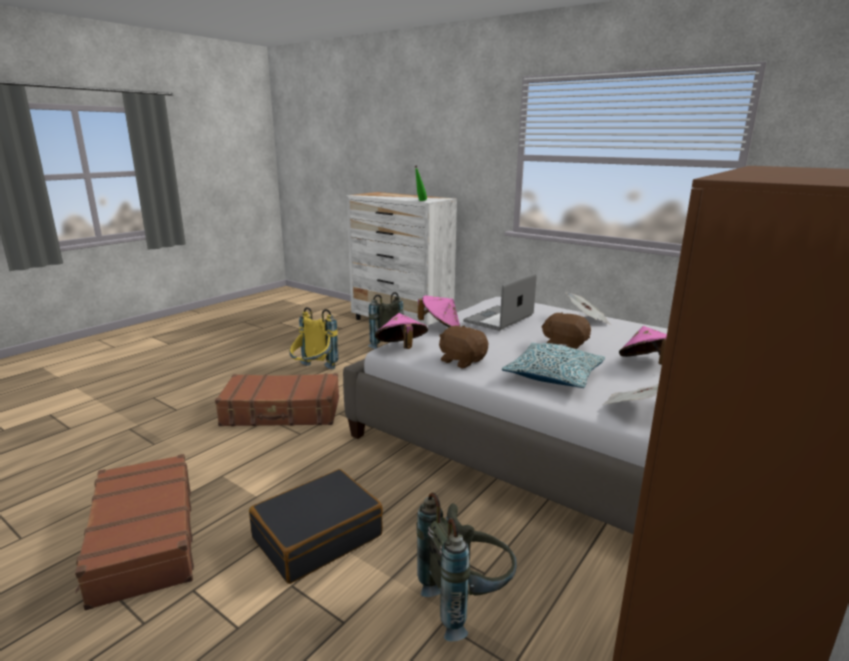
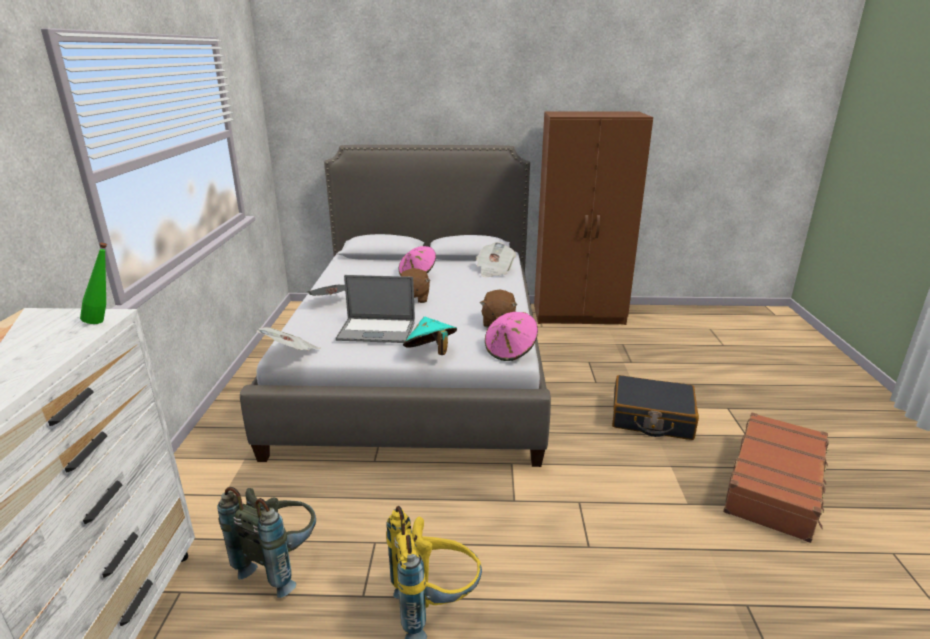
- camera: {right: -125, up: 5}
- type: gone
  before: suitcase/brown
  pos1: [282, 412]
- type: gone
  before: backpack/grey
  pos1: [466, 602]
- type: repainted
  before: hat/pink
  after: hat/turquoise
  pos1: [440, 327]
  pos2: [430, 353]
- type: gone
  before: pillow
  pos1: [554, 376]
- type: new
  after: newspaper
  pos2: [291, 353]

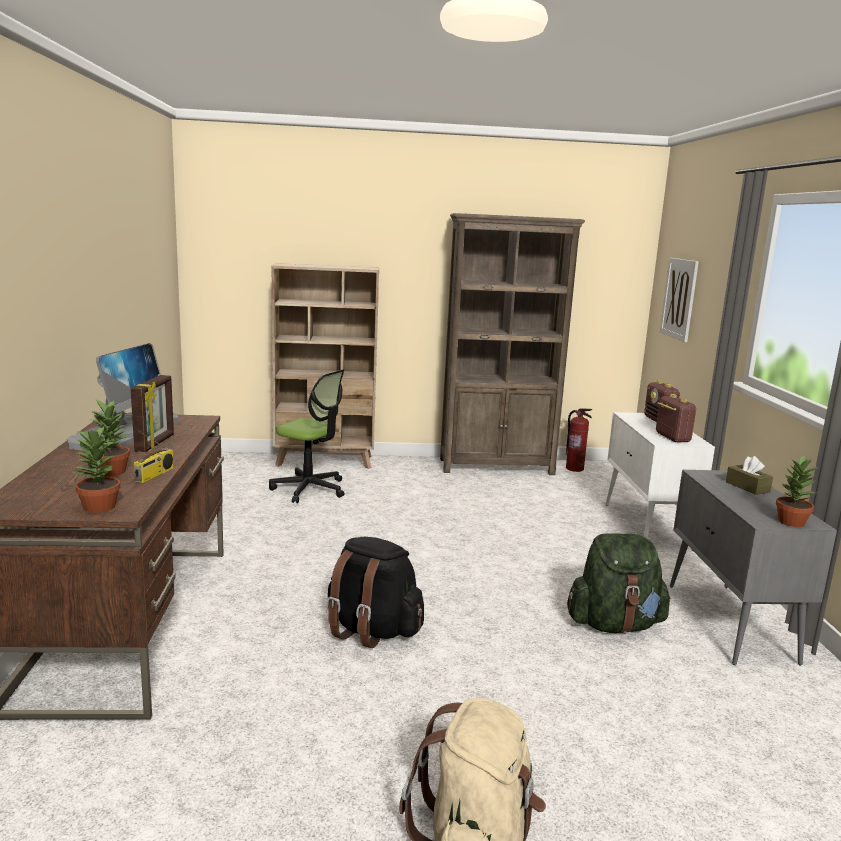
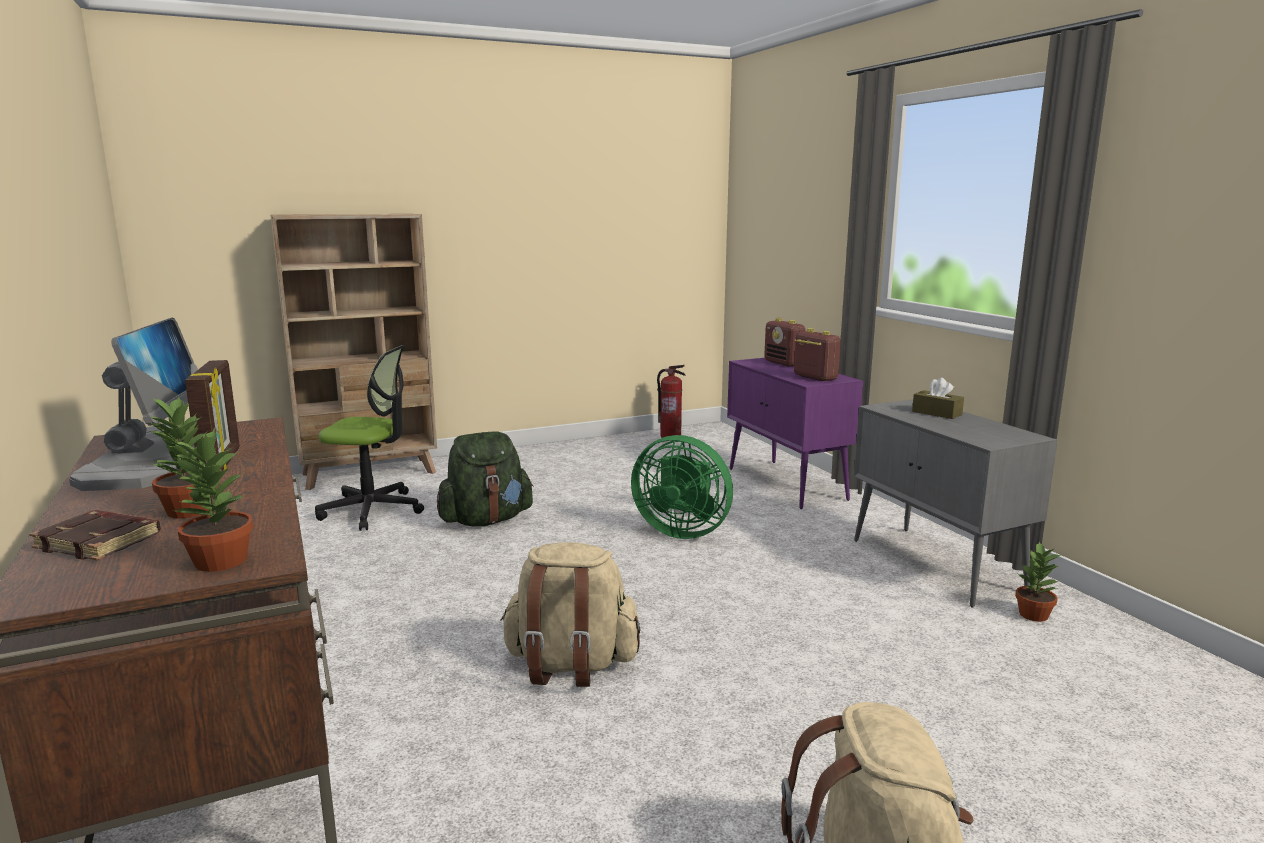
- camera: {right: -20, up: 0}
- type: gone
  before: radio
  pos1: [154, 475]
- type: repainted
  before: backpack/black
  after: backpack/beige
  pos1: [372, 630]
  pos2: [570, 665]
- type: gone
  before: bookcase/brown
  pos1: [497, 467]
- type: shifted
  before: backpack/green
  pos1: [614, 624]
  pos2: [486, 520]
- type: repainted
  before: cabinet/white
  after: cabinet/purple
  pos1: [647, 526]
  pos2: [787, 484]
- type: gone
  before: picture
  pos1: [679, 298]
- type: shifted
  before: potted plant
  pos1: [791, 522]
  pos2: [1033, 615]
- type: new
  after: book/brown
  pos2: [100, 541]
- type: new
  after: fan/green
  pos2: [682, 531]

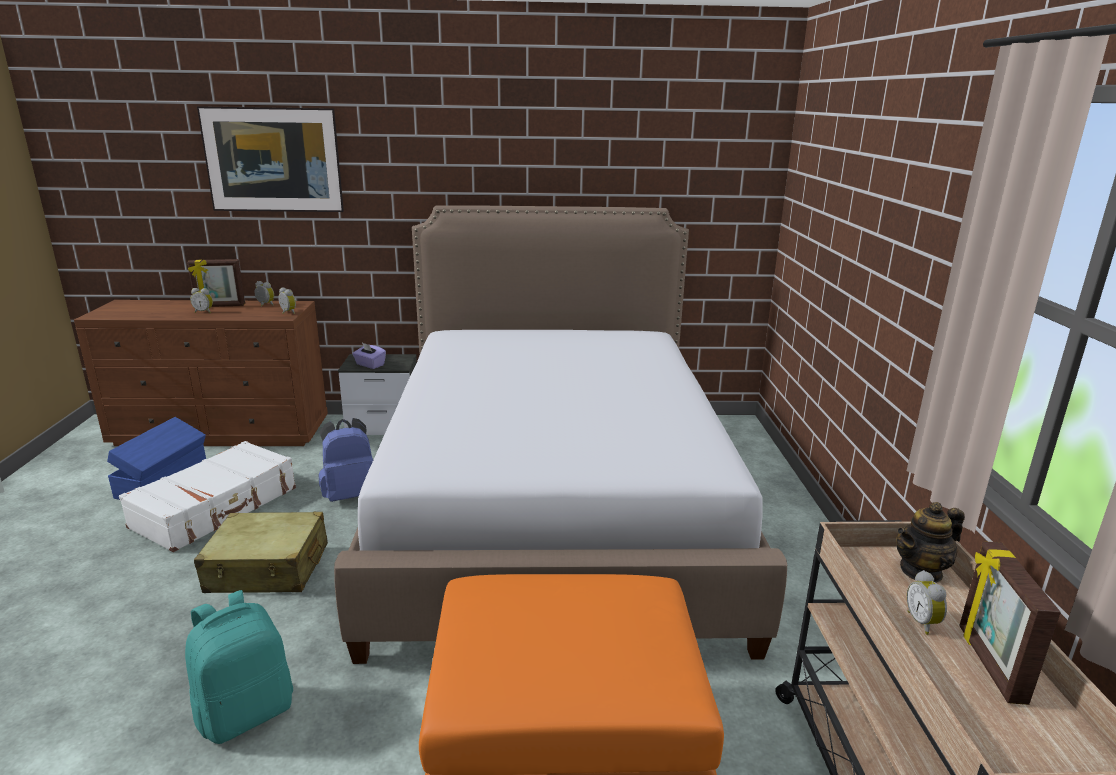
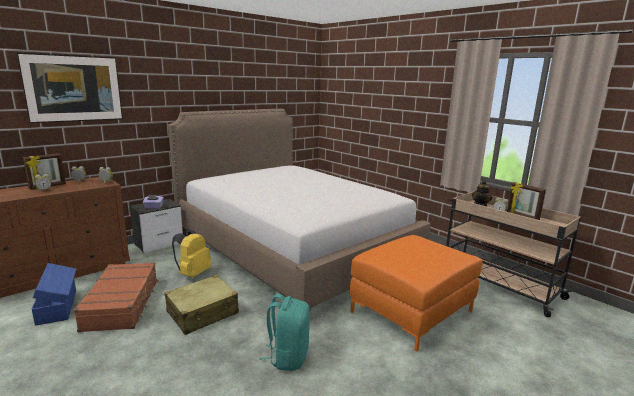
- camera: {right: -40, up: -5}
- type: repainted
  before: suitcase/white
  after: suitcase/brown
  pos1: [217, 508]
  pos2: [122, 304]
- type: repainted
  before: backpack/blue
  after: backpack/yellow
  pos1: [351, 494]
  pos2: [193, 273]

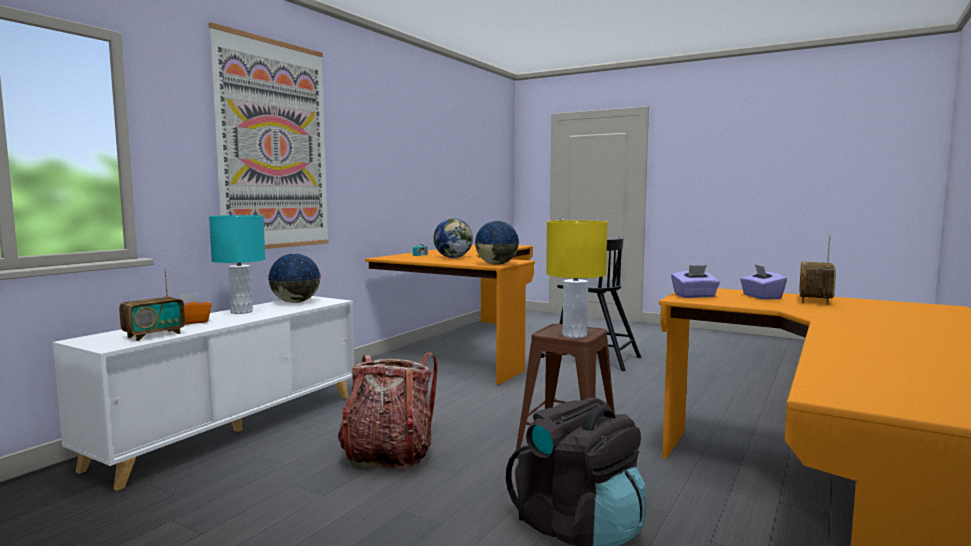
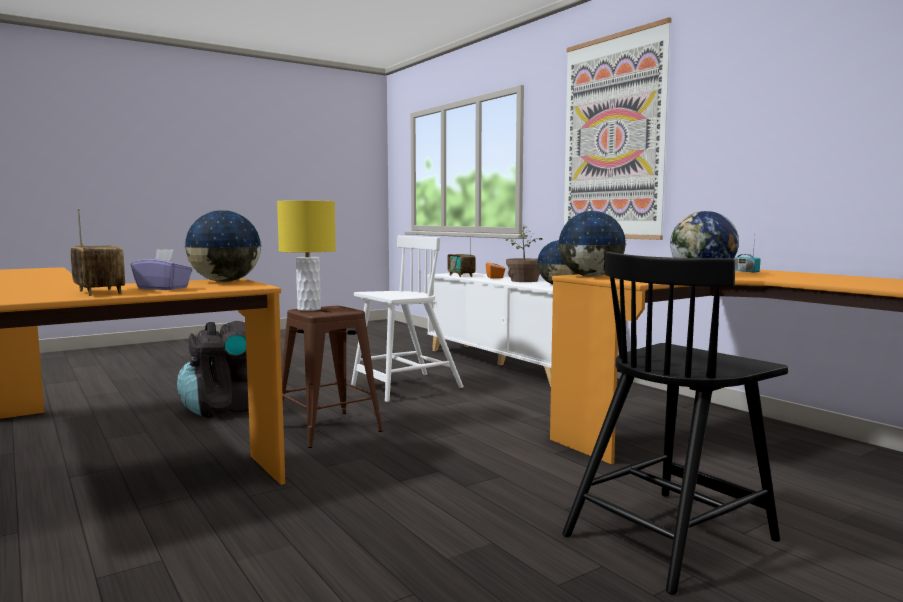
- camera: {right: 115, up: 0}
- type: swapped
  before: table lamp/turquoise
  after: potted plant
  pos1: [242, 312]
  pos2: [524, 281]
- type: swapped
  before: backpack
  after: chair/white
  pos1: [388, 454]
  pos2: [405, 387]
- type: swapped
  before: tissue box/purple
  after: globe
  pos1: [694, 296]
  pos2: [225, 281]

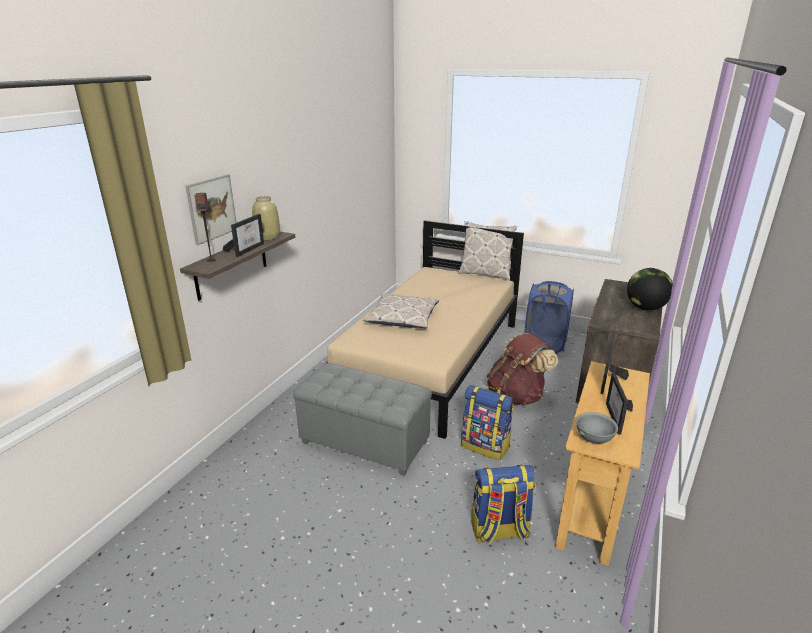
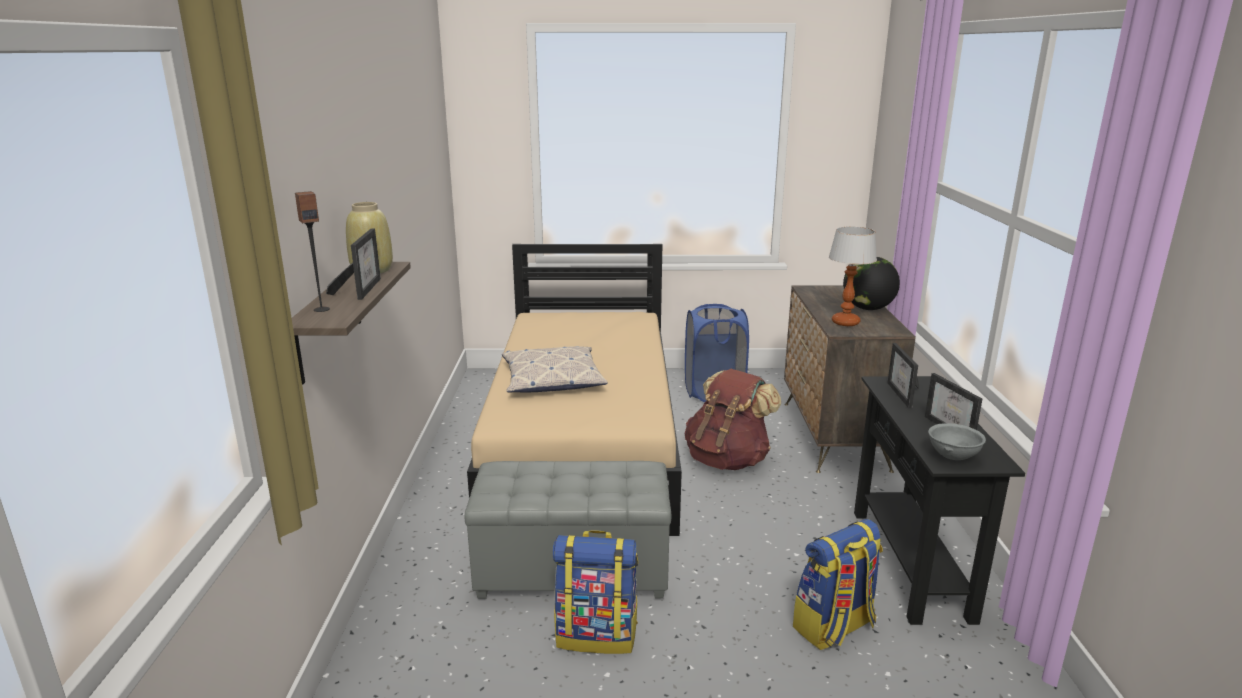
- camera: {right: -25, up: -5}
- type: gone
  before: picture
  pos1: [212, 208]
- type: gone
  before: pillow
  pos1: [485, 274]
- type: shifted
  before: backpack
  pos1: [486, 446]
  pos2: [597, 635]
- type: repainted
  before: console table/beige
  after: console table/black
  pos1: [591, 505]
  pos2: [910, 563]
- type: new
  after: table lamp
  pos2: [846, 322]

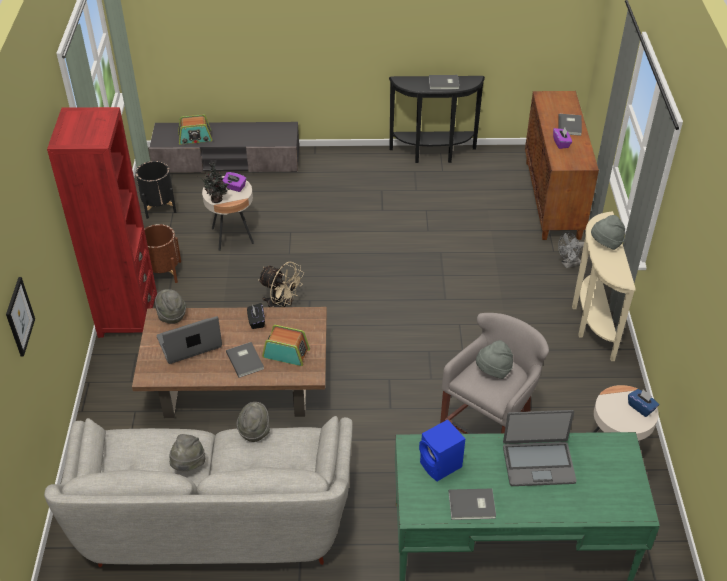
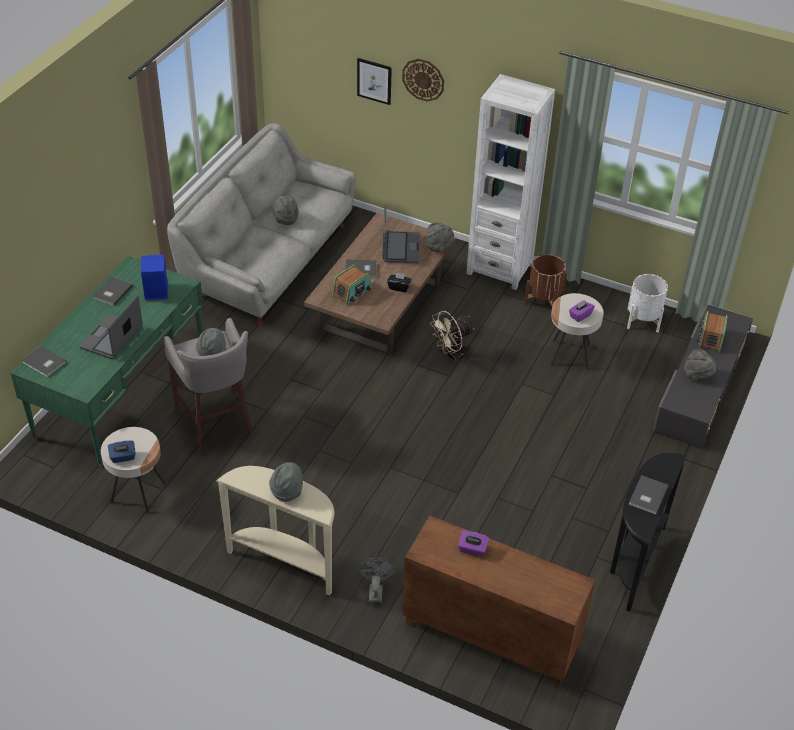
- camera: {right: 115, up: 0}
- type: repainted
  before: bookcase/red
  after: bookcase/white
  pos1: [128, 315]
  pos2: [499, 268]
- type: repainted
  before: planter/black
  after: planter/white
  pos1: [158, 206]
  pos2: [642, 320]
- type: gone
  before: potted plant
  pos1: [218, 199]
- type: shifted
  before: hat/grey
  pos1: [254, 430]
  pos2: [697, 375]
- type: shifted
  before: book/grey
  pos1: [570, 125]
  pos2: [44, 363]
- type: new
  after: wall clock
  pos2: [423, 79]

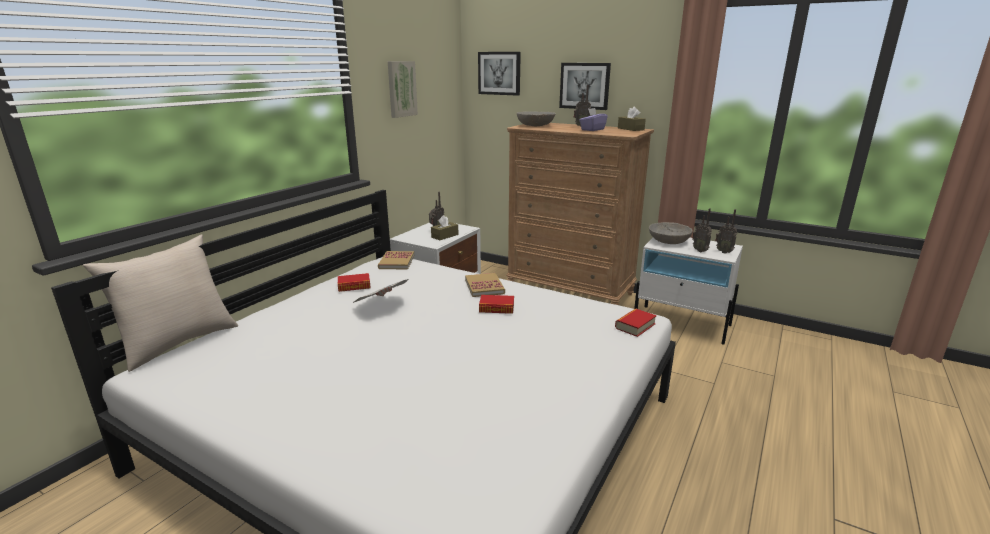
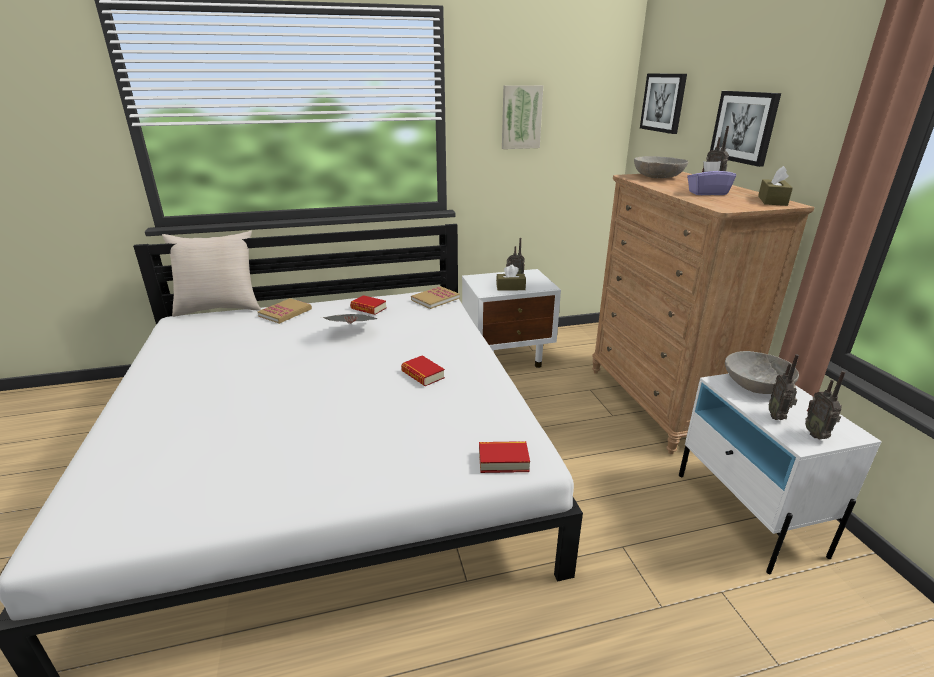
- camera: {right: 45, up: 5}
- type: shifted
  before: book
  pos1: [484, 287]
  pos2: [285, 312]

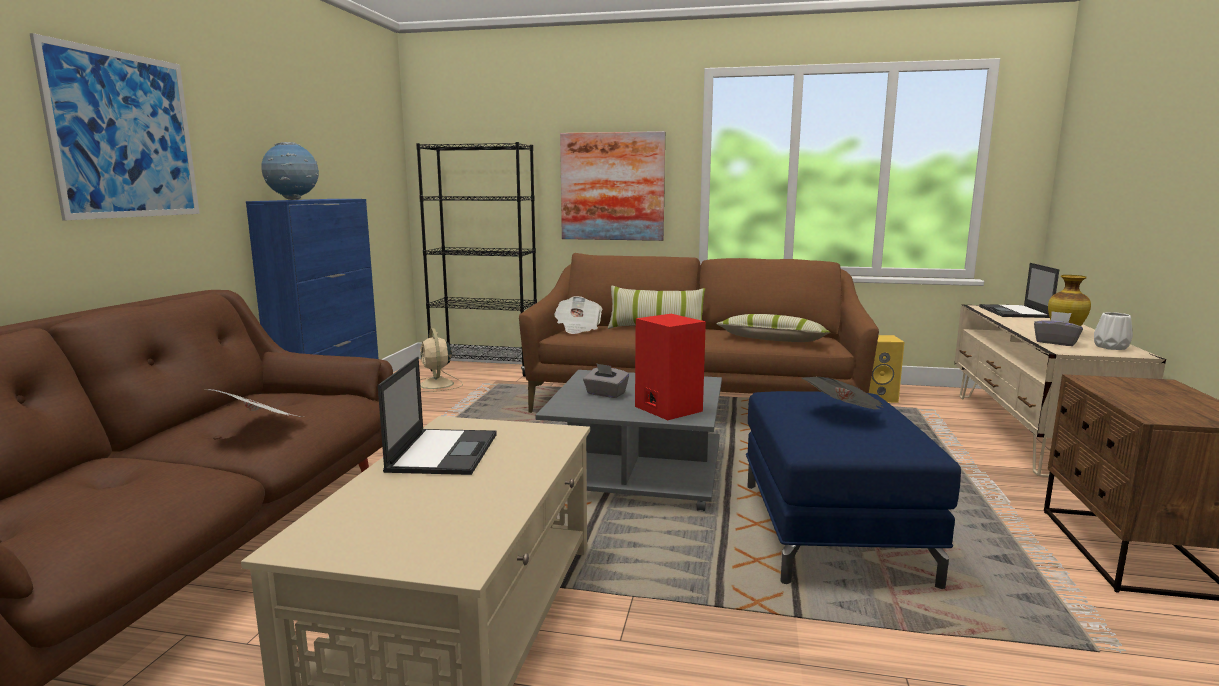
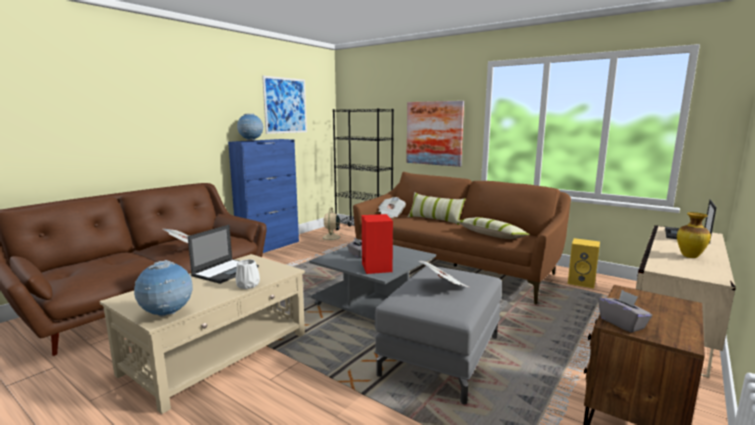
- camera: {right: 25, up: 0}
- type: shifted
  before: picture
  pos1: [124, 135]
  pos2: [285, 105]
- type: repainted
  before: ottoman/blue
  after: ottoman/grey
  pos1: [833, 531]
  pos2: [442, 356]
- type: shifted
  before: tissue box/grey
  pos1: [1056, 342]
  pos2: [622, 323]
- type: shifted
  before: vase/white
  pos1: [1111, 347]
  pos2: [247, 286]
- type: new
  after: globe
  pos2: [167, 315]

